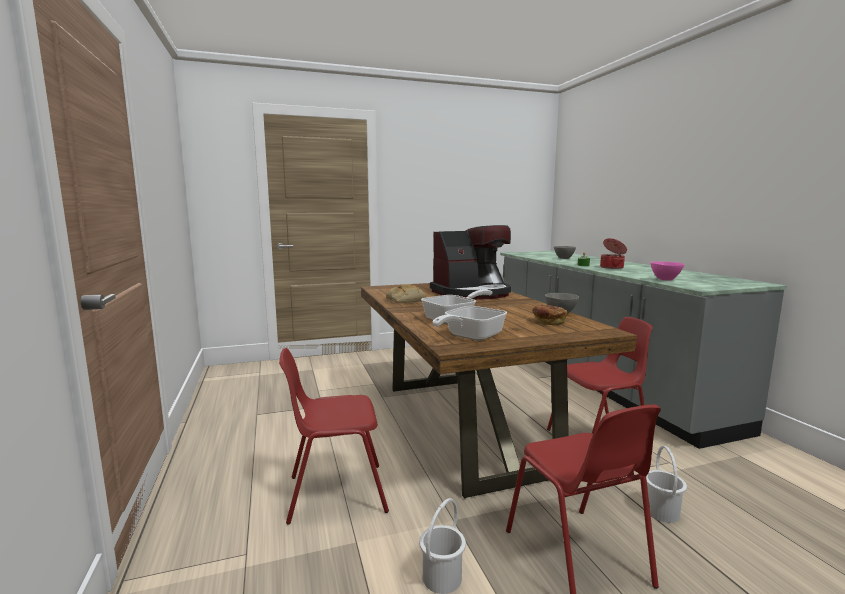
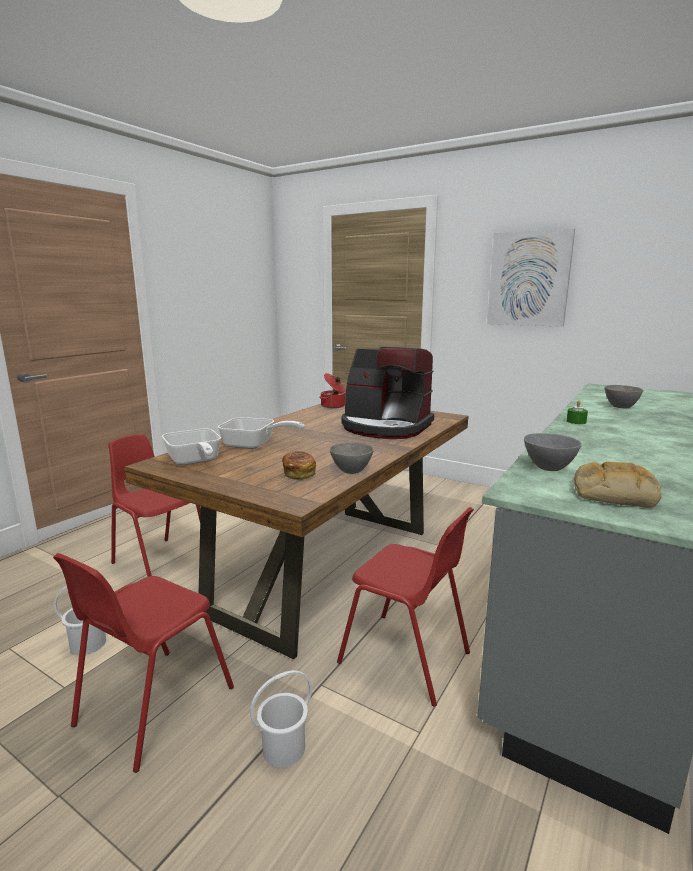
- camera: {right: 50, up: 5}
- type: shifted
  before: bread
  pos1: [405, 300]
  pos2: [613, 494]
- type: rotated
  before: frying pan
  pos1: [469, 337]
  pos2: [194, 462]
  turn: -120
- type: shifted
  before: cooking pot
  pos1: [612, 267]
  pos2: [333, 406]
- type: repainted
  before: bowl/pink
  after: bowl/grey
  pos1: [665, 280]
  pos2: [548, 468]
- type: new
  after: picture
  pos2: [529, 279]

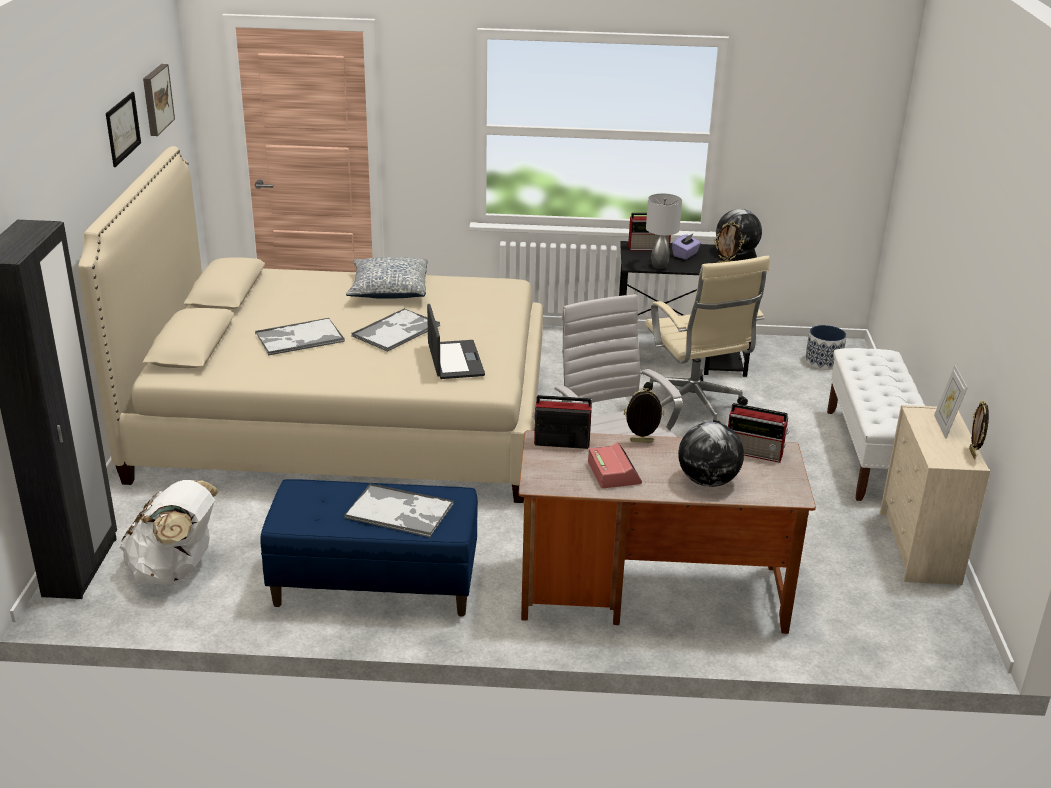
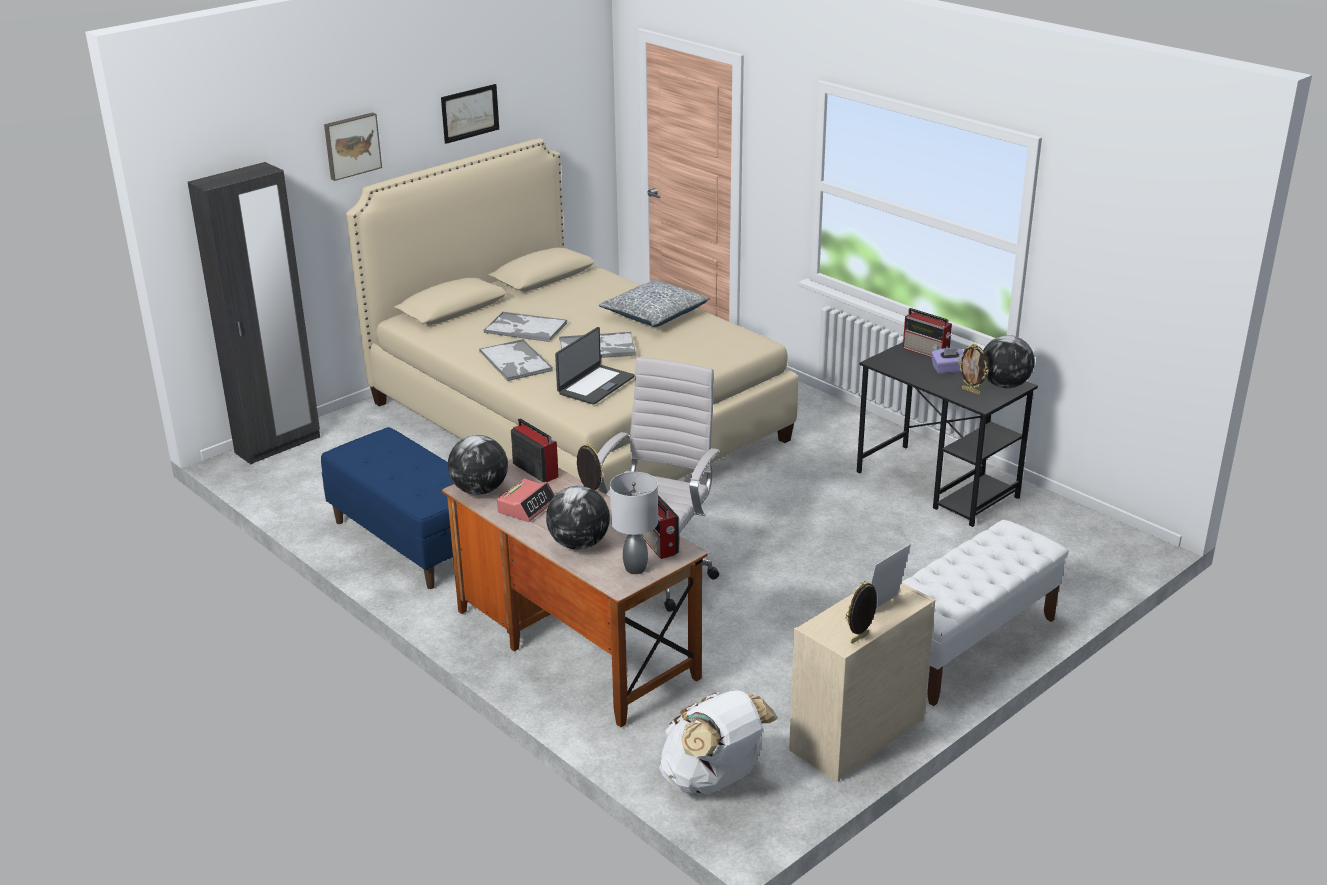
- camera: {right: 45, up: 0}
- type: shifted
  before: backpack/white
  pos1: [175, 570]
  pos2: [714, 780]
- type: shifted
  before: picture
  pos1: [156, 99]
  pos2: [351, 145]
- type: shifted
  before: tray
  pos1: [400, 511]
  pos2: [516, 362]
- type: gone
  before: office chair/beige
  pos1: [694, 408]
- type: shifted
  before: table lamp/grey
  pos1: [659, 266]
  pos2: [634, 568]
- type: gone
  before: planter
  pos1: [823, 362]
- type: new
  after: globe
  pos2: [479, 490]

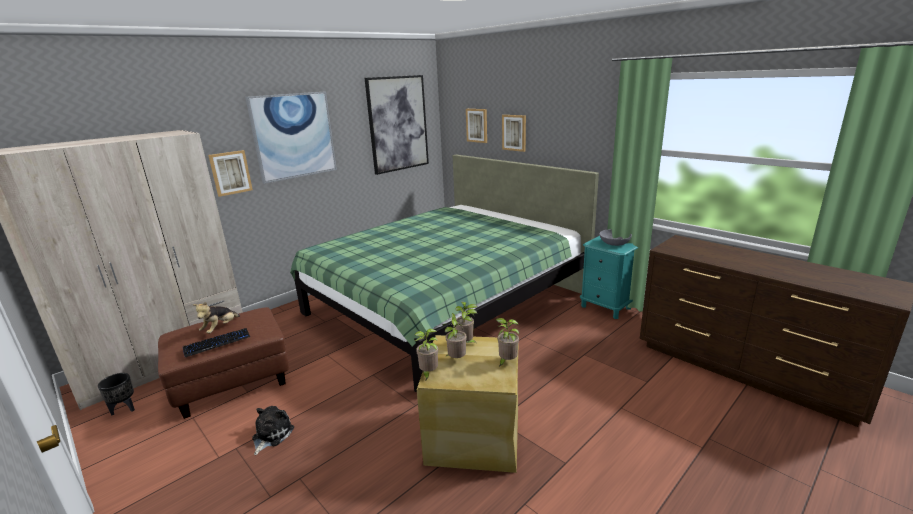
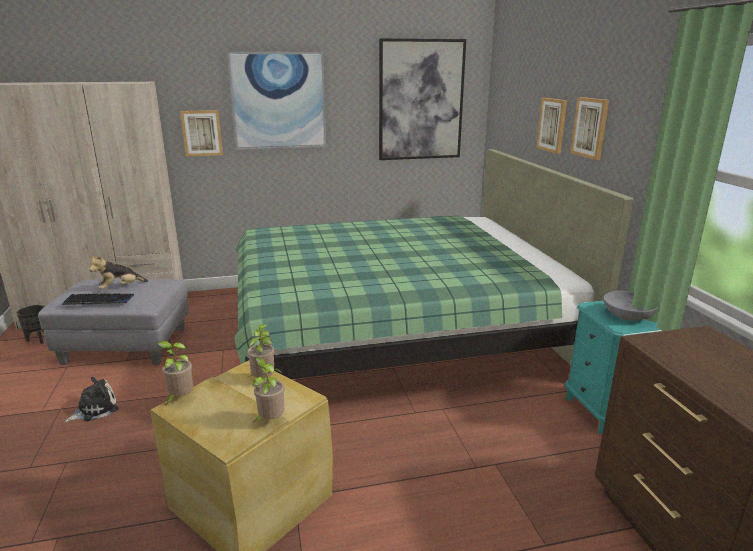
- camera: {right: 30, up: 0}
- type: repainted
  before: ottoman/brown
  after: ottoman/grey
  pos1: [233, 382]
  pos2: [127, 346]
- type: gone
  before: potted plant
  pos1: [456, 359]
- type: shifted
  before: picture
  pos1: [477, 125]
  pos2: [590, 127]

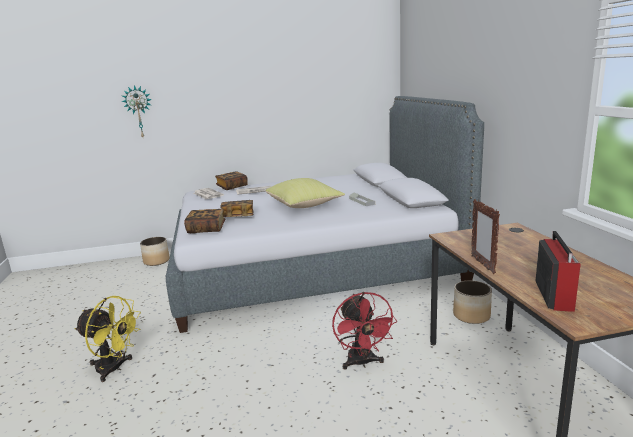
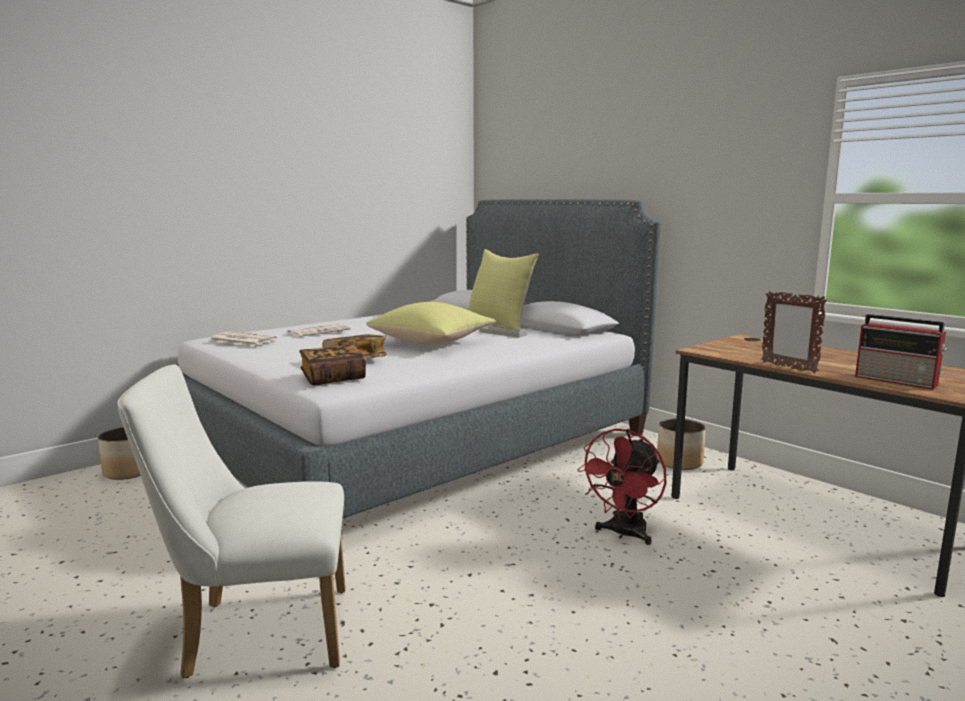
- camera: {right: -30, up: -5}
- type: swapped
  before: fan/yellow
  after: chair/white
  pos1: [114, 369]
  pos2: [256, 633]
- type: gone
  before: wall clock
  pos1: [139, 112]
- type: gone
  before: book
  pos1: [232, 187]
- type: rotated
  before: fan/red
  pos1: [362, 363]
  pos2: [624, 534]
  turn: 75
- type: rotated
  before: radio
  pos1: [554, 294]
  pos2: [898, 381]
  turn: 150
- type: new
  after: pillow/yellow
  pos2: [500, 324]

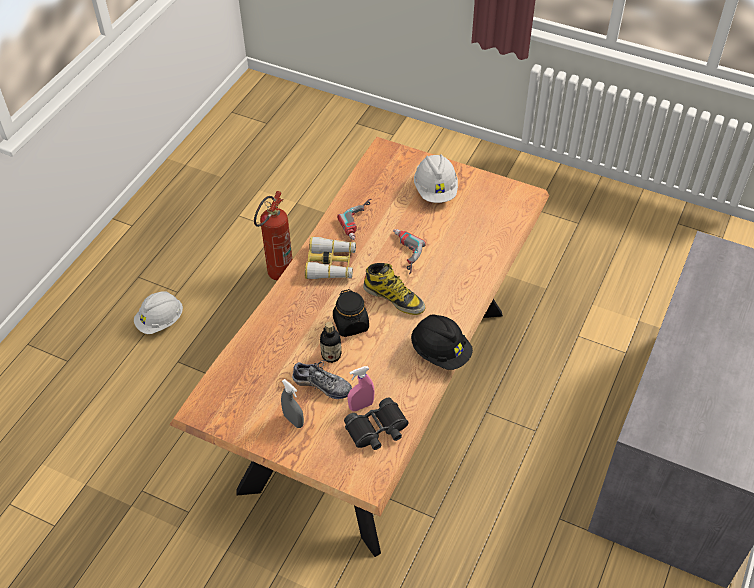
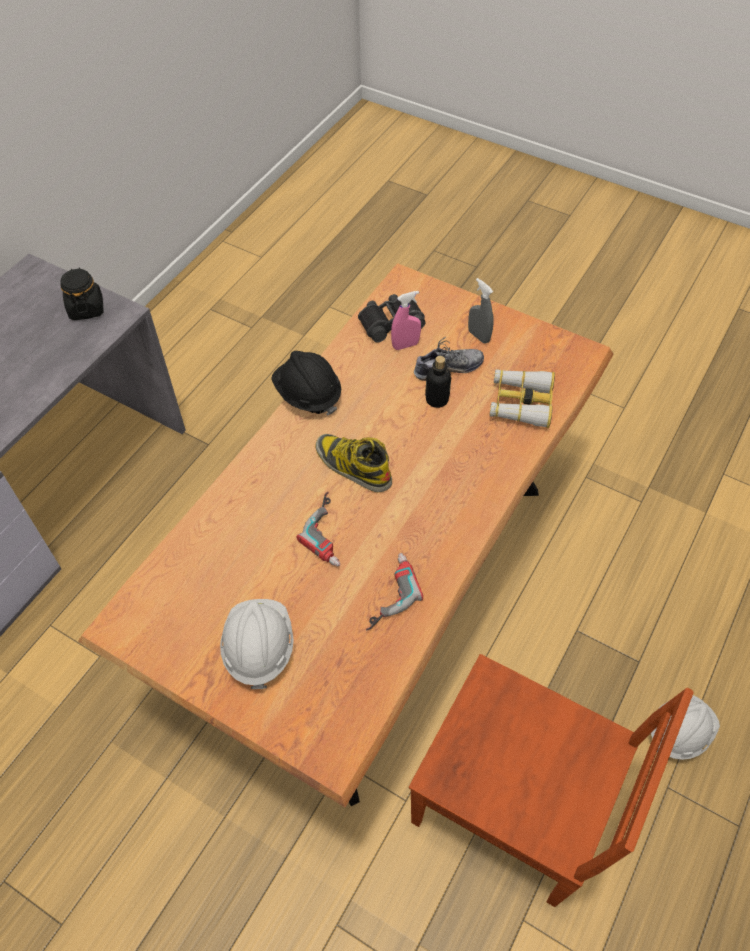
- camera: {right: -175, up: 5}
- type: swapped
  before: fire extinguisher
  after: chair/brown
  pos1: [277, 276]
  pos2: [515, 805]
- type: rotated
  before: shoe
  pos1: [322, 385]
  pos2: [448, 368]
  turn: 135
- type: shifted
  before: binoculars
  pos1: [331, 264]
  pos2: [520, 403]
- type: shifted
  before: jar/black
  pos1: [351, 324]
  pos2: [86, 308]

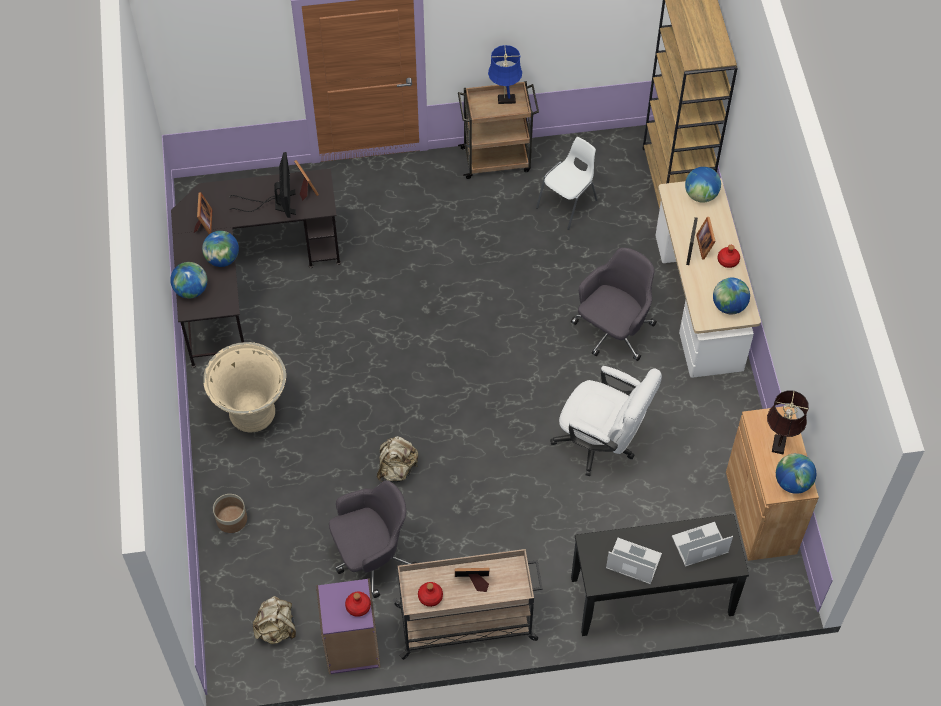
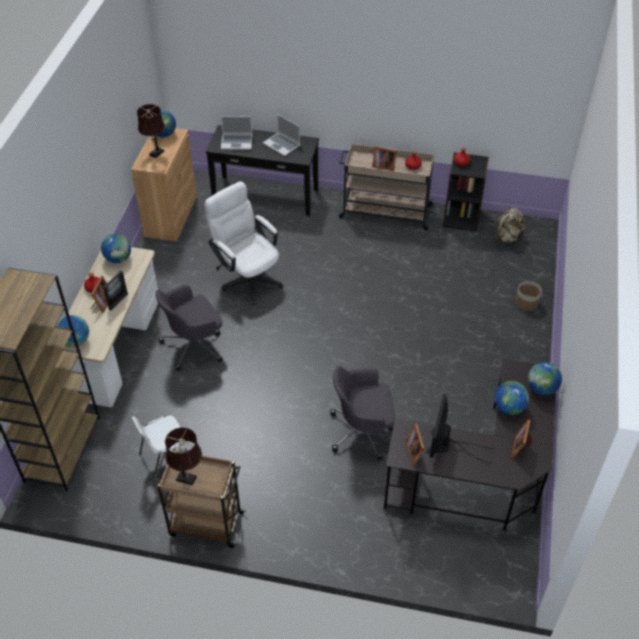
- camera: {right: -160, up: -10}
- type: gone
  before: planter/beige
  pos1: [252, 413]
- type: repainted
  before: bookcase/purple
  after: bookcase/black
  pos1: [352, 648]
  pos2: [461, 217]
- type: shifted
  before: office chair/grey
  pos1: [371, 556]
  pos2: [362, 431]
- type: gone
  before: backpack/beige
  pos1: [397, 469]
- type: repainted
  before: table lamp/blue
  after: table lamp/brown
  pos1: [504, 99]
  pos2: [188, 479]

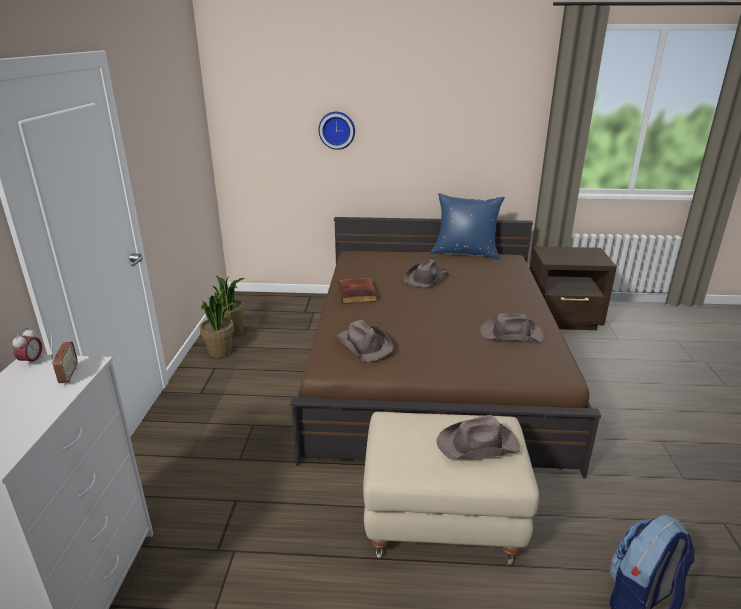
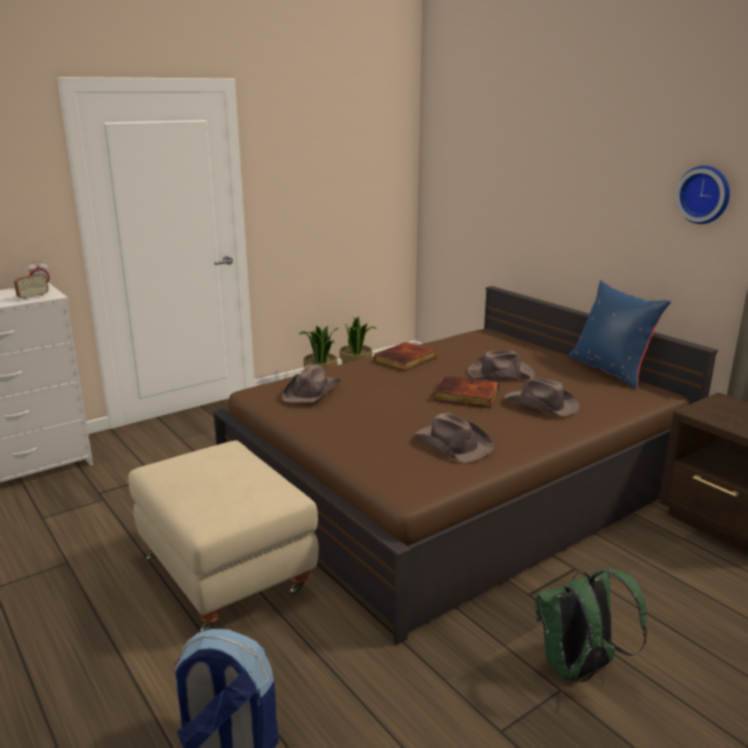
- camera: {right: 50, up: -5}
- type: shifted
  before: wall clock
  pos1: [337, 130]
  pos2: [704, 194]
- type: shifted
  before: hat/brown
  pos1: [478, 445]
  pos2: [541, 405]
- type: new
  after: book
  pos2: [466, 396]
- type: new
  after: backpack/green
  pos2: [579, 669]

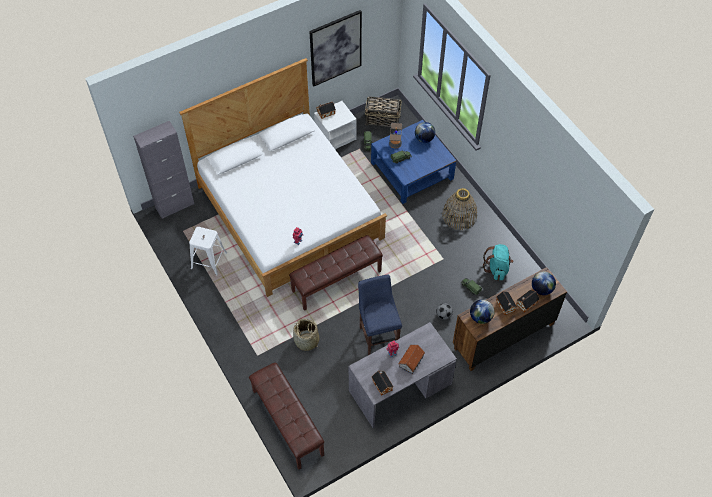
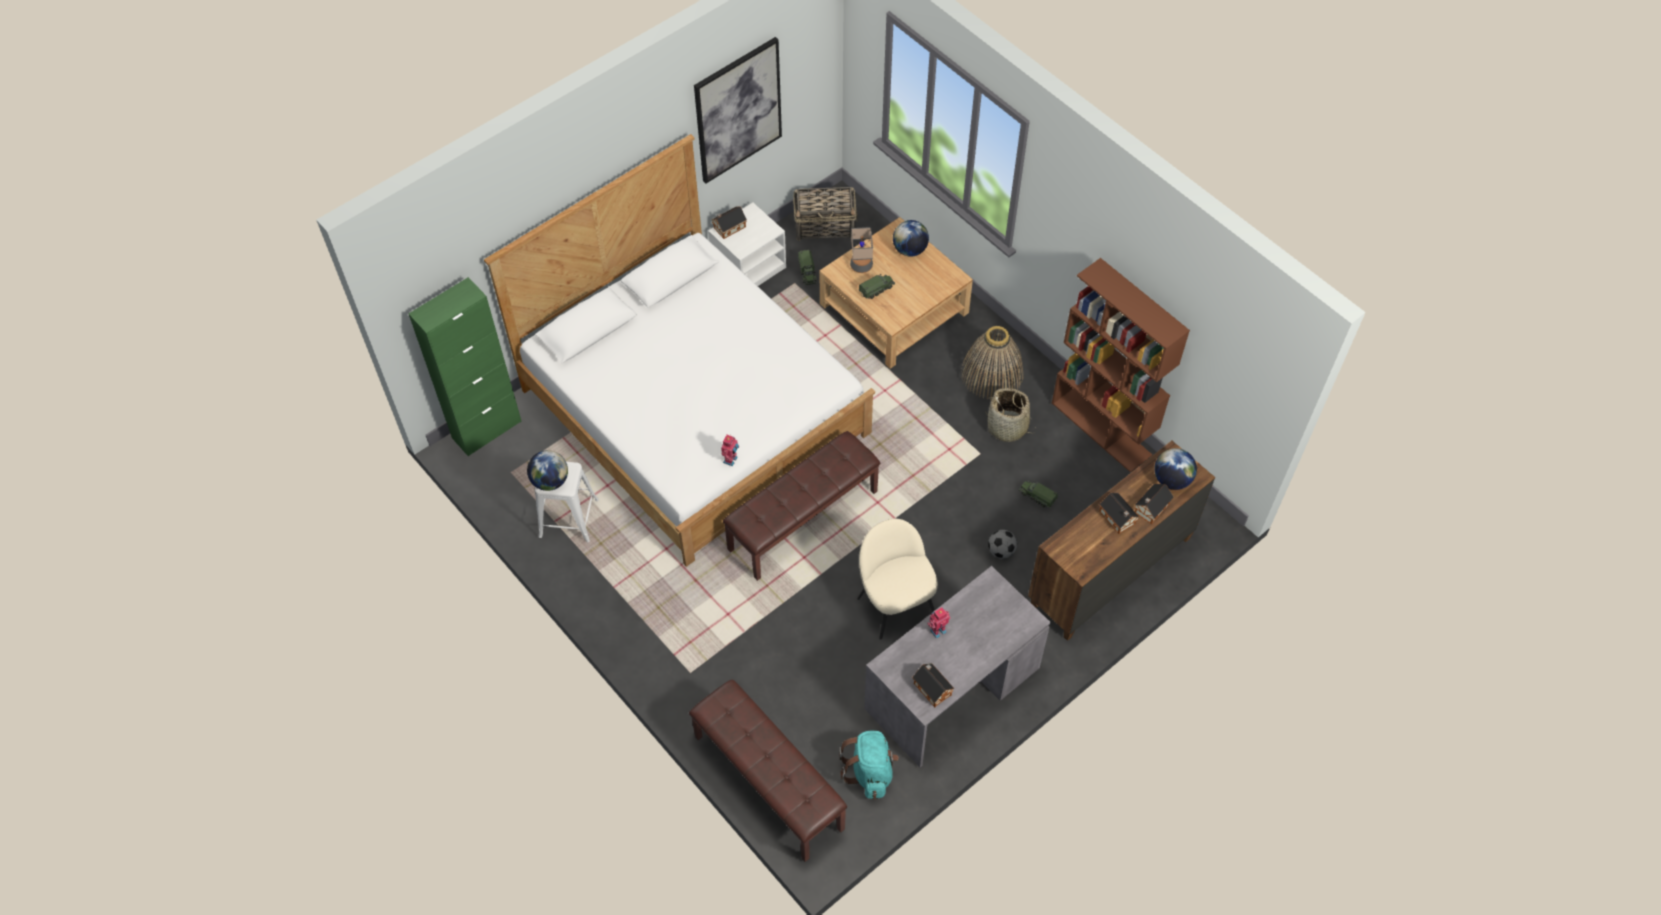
- camera: {right: -10, up: 0}
- type: repainted
  before: cabinet/grey
  after: cabinet/green
  pos1: [174, 206]
  pos2: [487, 429]
- type: shifted
  before: basket
  pos1: [307, 341]
  pos2: [1007, 427]
- type: swapped
  before: stool/blue
  after: chair/beige
  pos1: [378, 335]
  pos2: [895, 604]
- type: repainted
  before: coffee table/blue
  after: coffee table/beige
  pos1: [412, 170]
  pos2: [894, 308]
- type: gone
  before: toy house
  pos1: [411, 361]
- type: shifted
  before: globe
  pos1: [480, 317]
  pos2: [550, 481]
- type: shifted
  before: backpack/turquoise
  pos1: [497, 268]
  pos2: [870, 771]
- type: new
  after: bookcase/brown
  pos2: [1102, 429]

